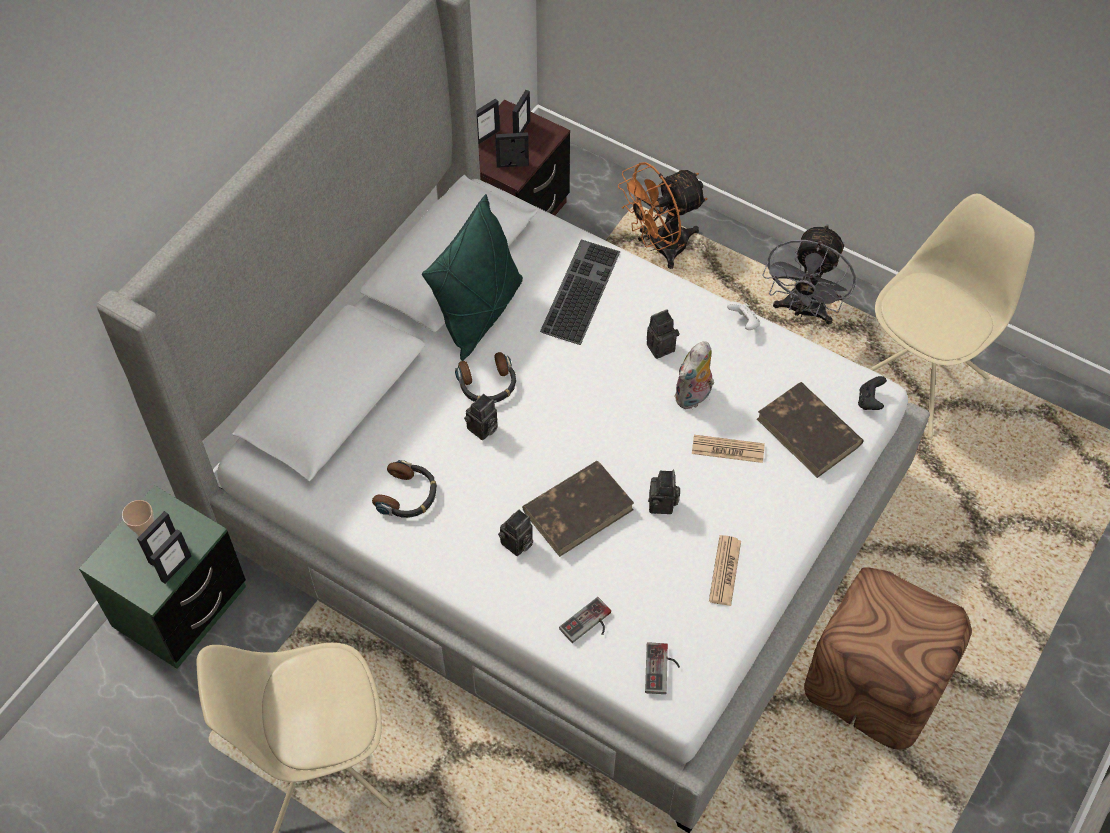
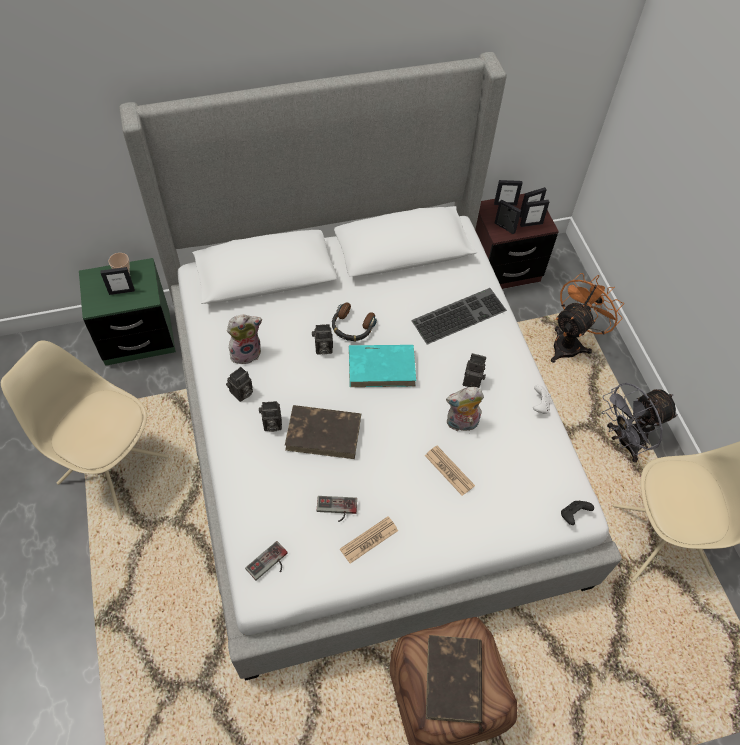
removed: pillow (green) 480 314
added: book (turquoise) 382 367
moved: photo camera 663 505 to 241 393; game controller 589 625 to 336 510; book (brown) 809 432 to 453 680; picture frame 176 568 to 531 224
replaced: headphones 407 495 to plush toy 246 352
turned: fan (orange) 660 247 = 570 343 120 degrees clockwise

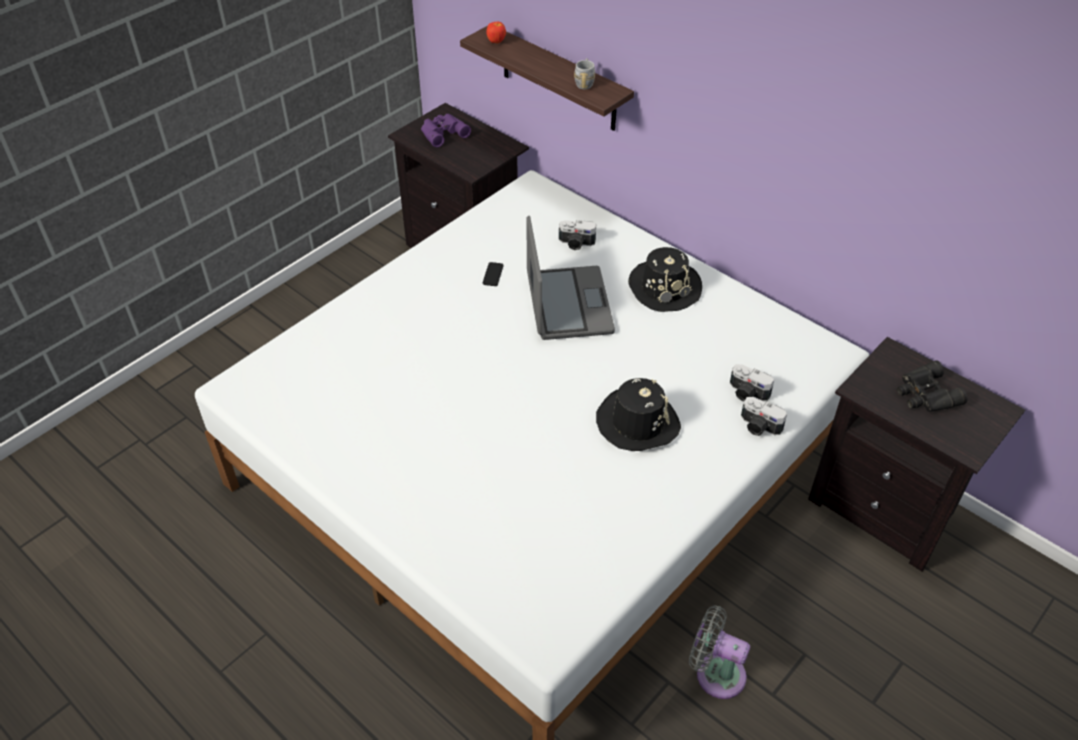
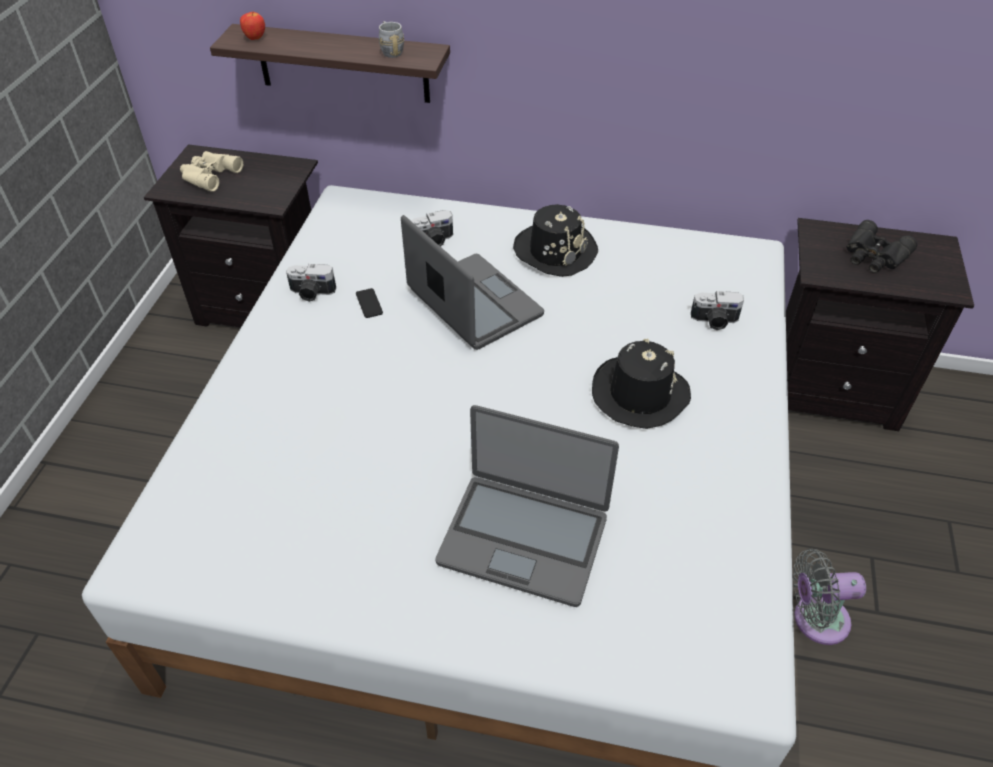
added: laptop 524 538
moved: photo camera 758 427 to 311 293
recoloured: binoculars (purple) 442 133 to binoculars (beige) 208 175

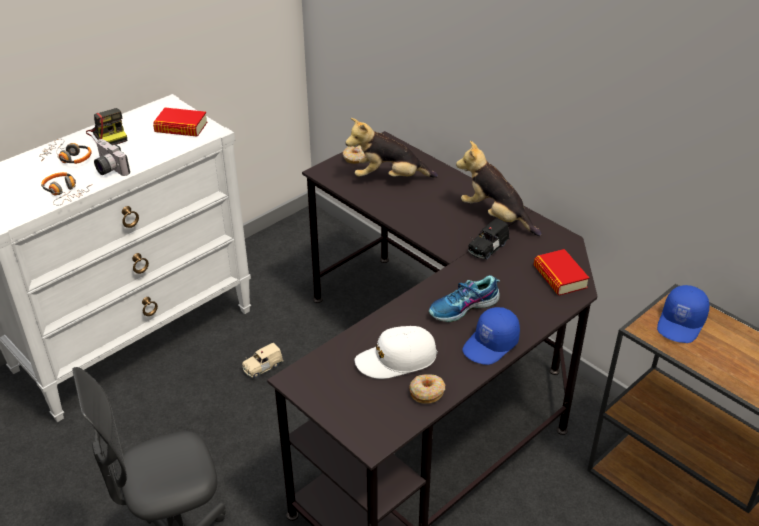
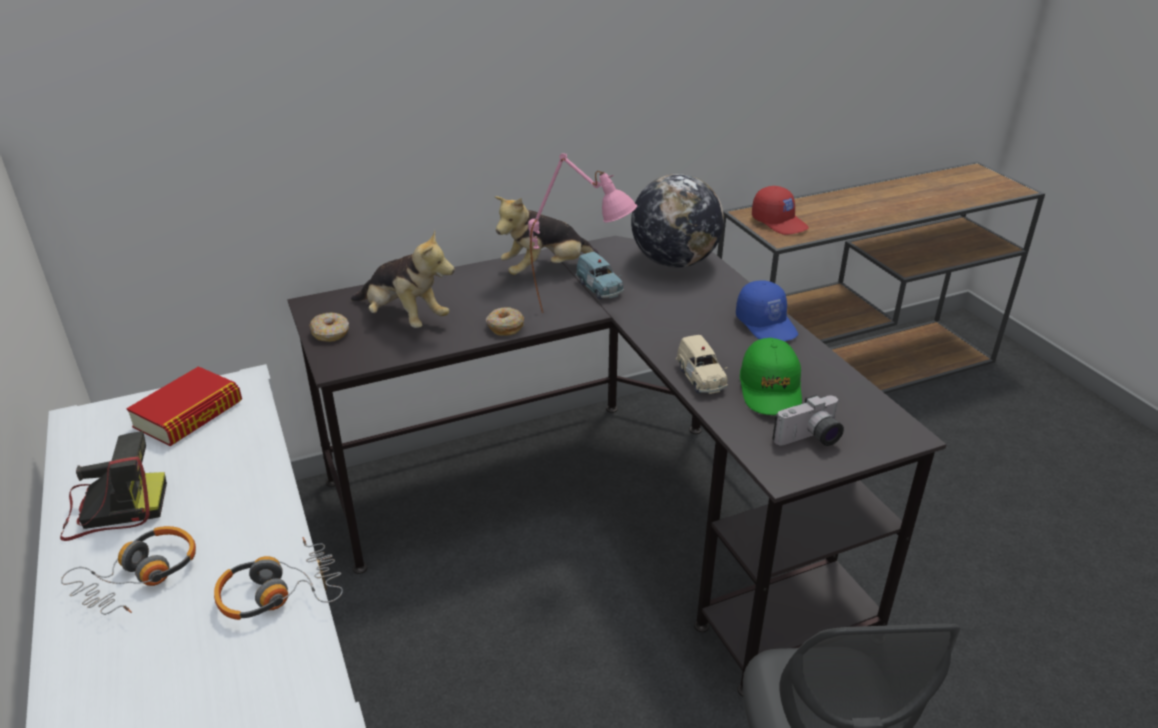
removed: shoe 464 308
added: table lamp (pink) 581 312
moved: donut 427 392 to 505 327; toy car (beige) 262 367 to 701 378; photo camera 108 169 to 810 439
replaced: book 559 277 to globe 674 262
recoloured: toy car (black) 487 248 to toy car (blue) 599 288; cap (white) 396 360 to cap (green) 770 389; cap (blue) 681 323 to cap (red) 780 222
turned: plush toy 389 178 = 404 318 75 degrees counterclockwise

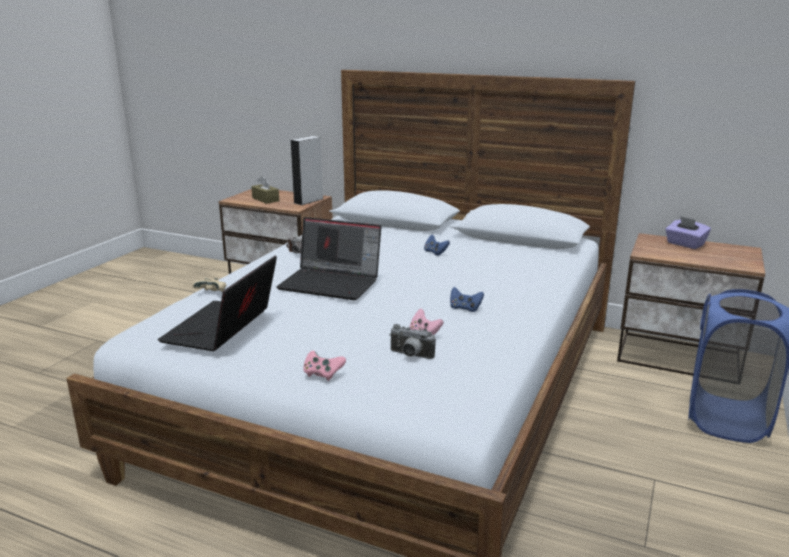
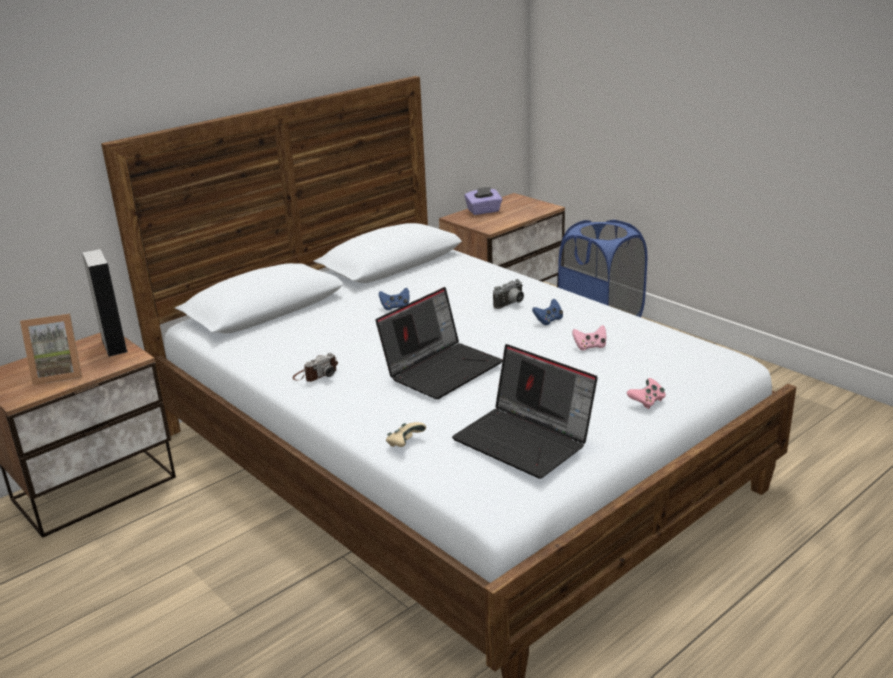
moved: photo camera 410 356 to 511 304
replaced: tissue box (brown) 265 199 to picture frame 58 374

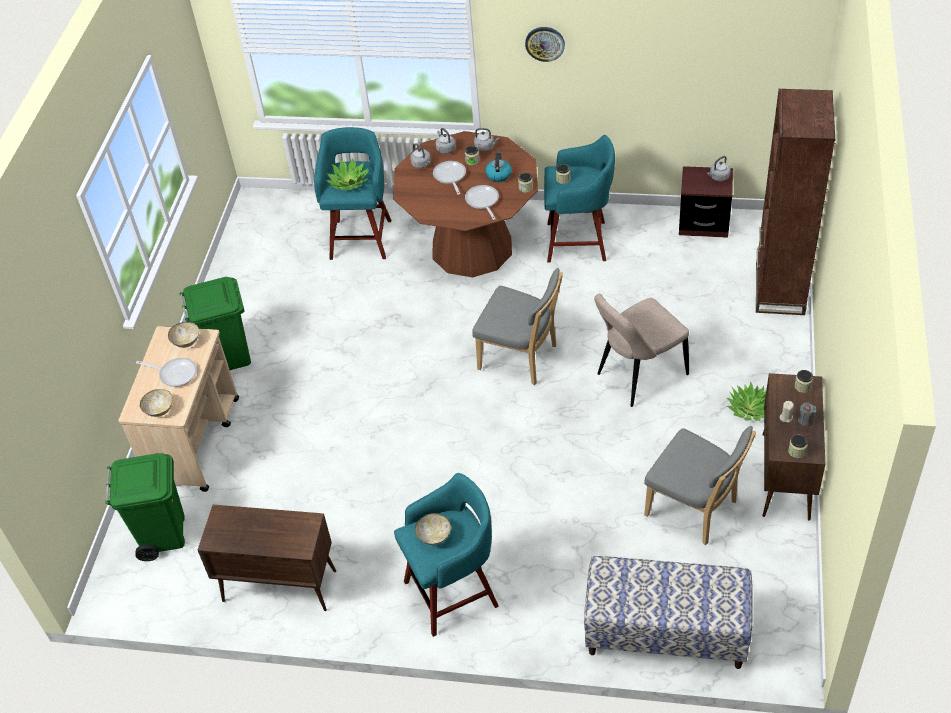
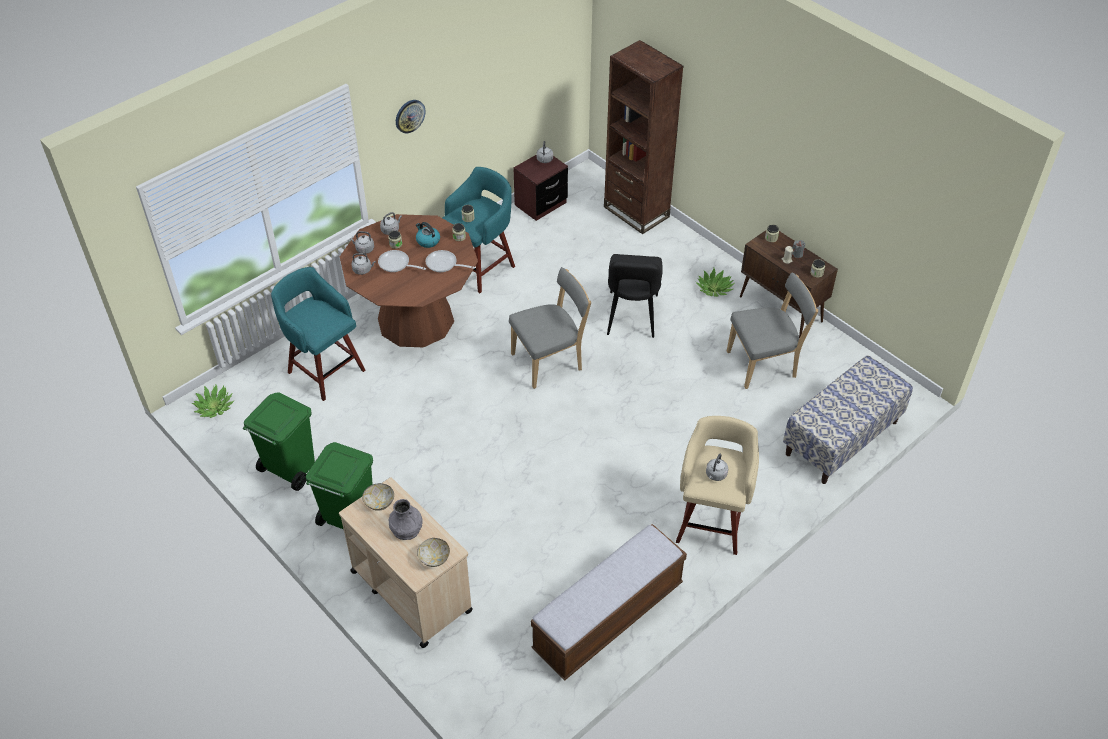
moved: potted plant 348 182 to 214 407; trash can (green) 163 534 to 289 469
replaced: frying pan 175 373 to vase (grey) 406 528; cabinet (brown) 278 586 to bench 608 617; bowl 434 537 to kettle (grey) 715 475
recoloured: chair (beige) 638 376 to chair (black) 631 317; stool (turquoise) 454 592 to stool (beige) 711 521

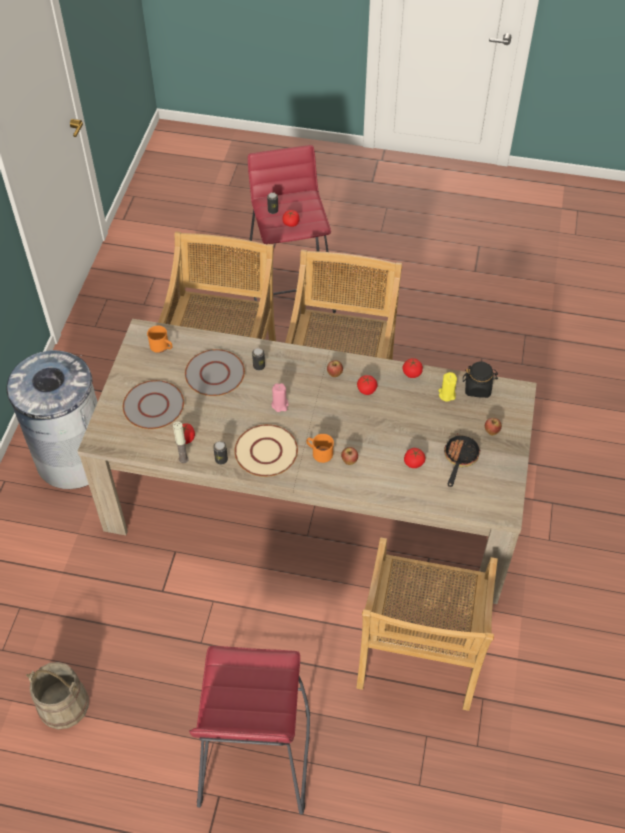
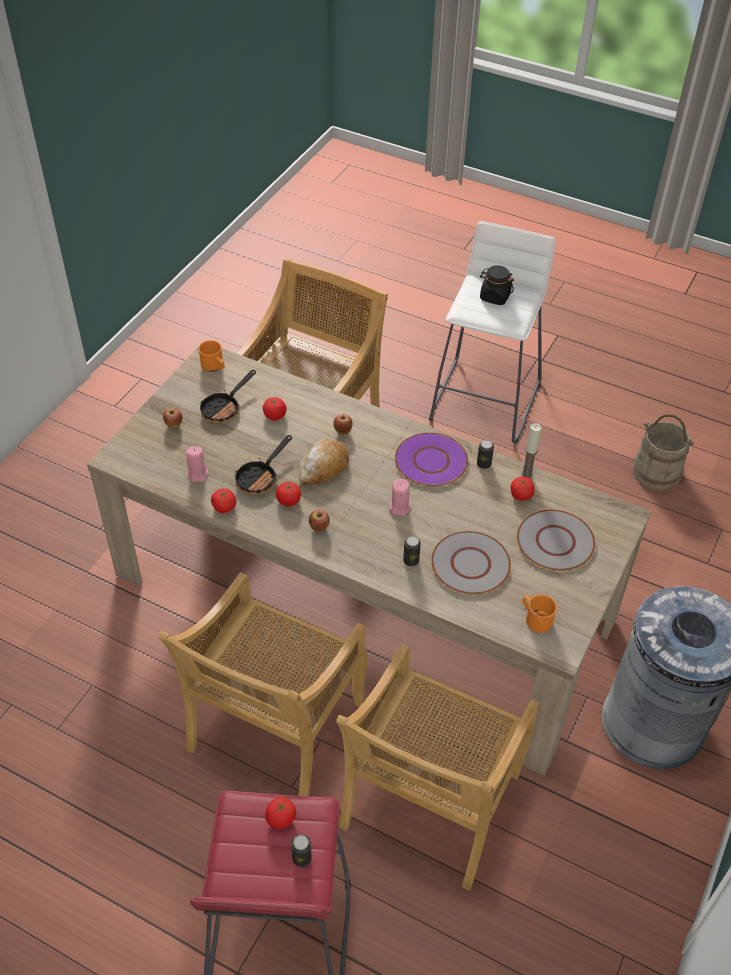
added: frying pan 261 477; bread 323 468
moved: mug (orange) 319 452 to 214 367; jar (black) 478 388 to 494 297
recoloured: candle (yellow) 446 394 to candle (pink) 198 474; plate (beige) 266 451 to plate (purple) 430 461; stool (red) 254 757 to stool (white) 486 400

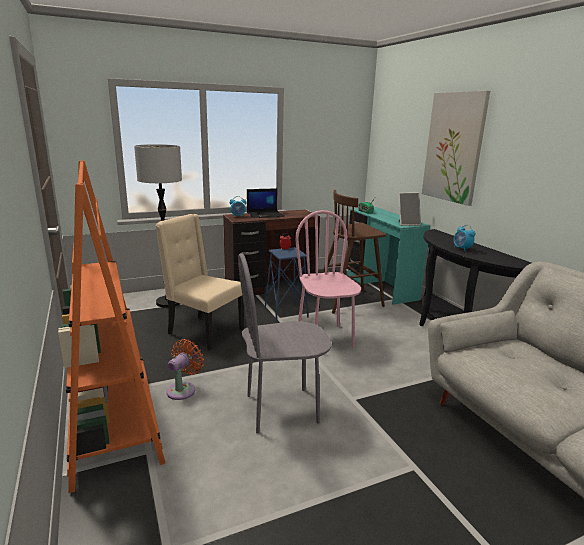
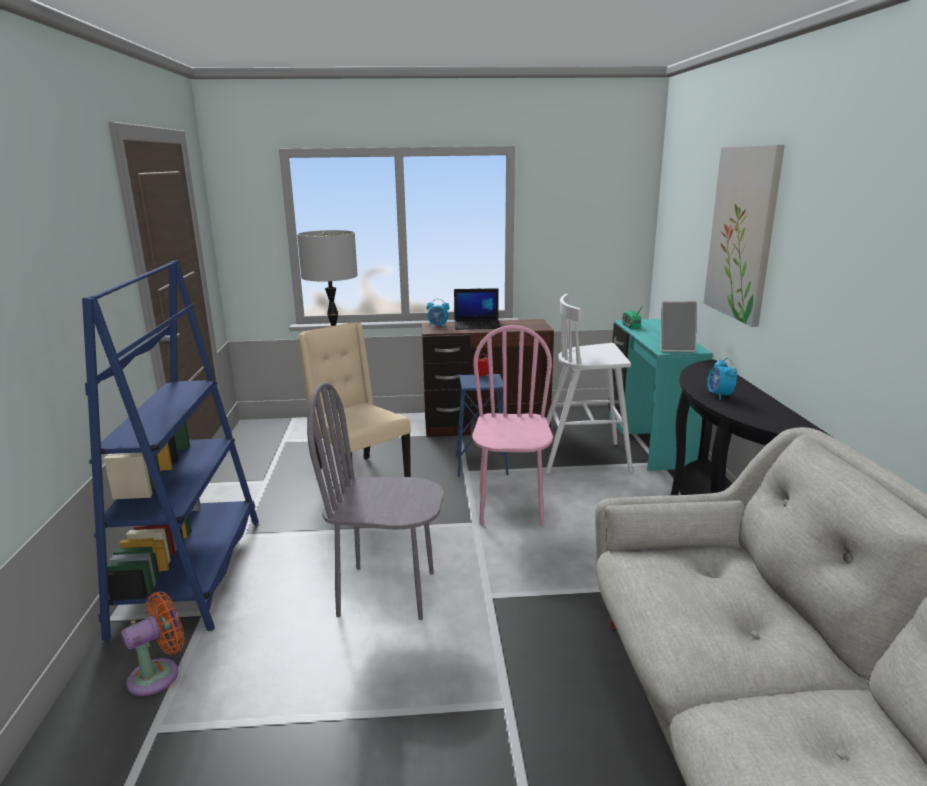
moved: fan (orange) 183 389 to 159 674
recoloured: bookcase (orange) 114 423 to bookcase (blue) 191 573; stool (brown) 349 301 to stool (white) 585 458

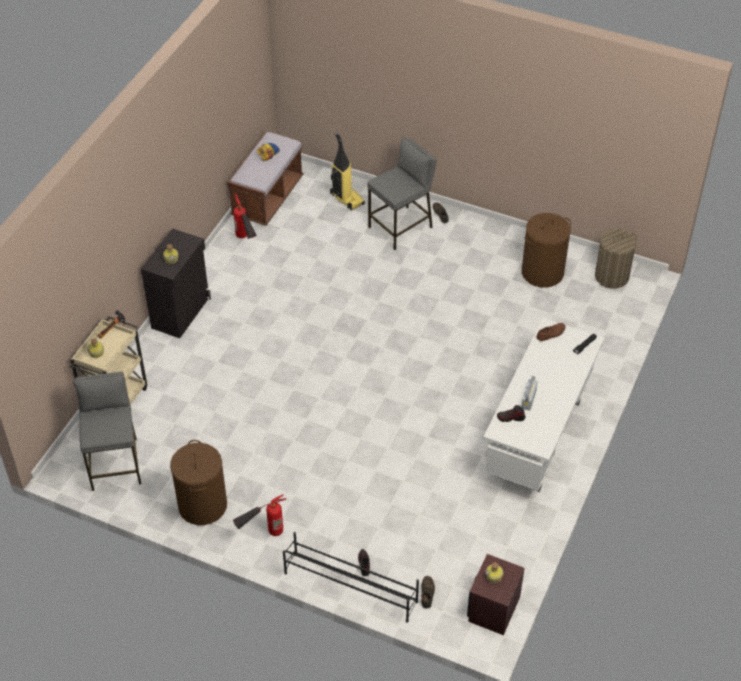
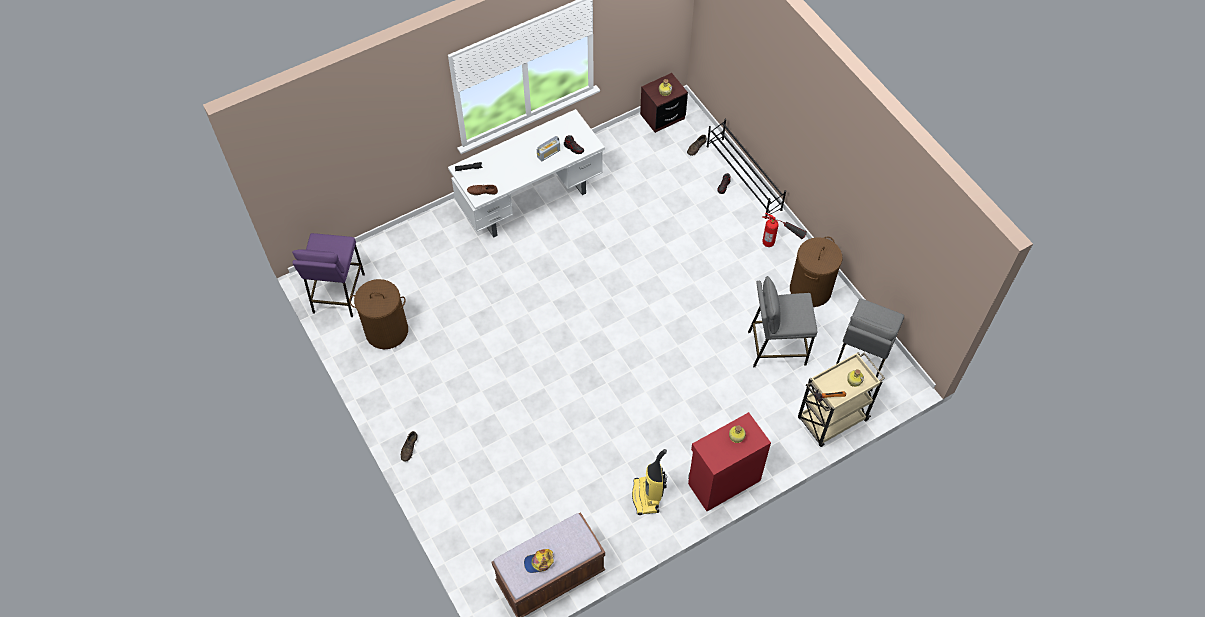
removed: fire extinguisher 246 241
moved: vacuum cleaner 346 199 to 647 497; stool (grey) 401 228 to 776 347
replaced: laundry basket 611 276 to stool (purple) 338 293
recoloured: cabinet (black) 181 312 to cabinet (red) 723 481

